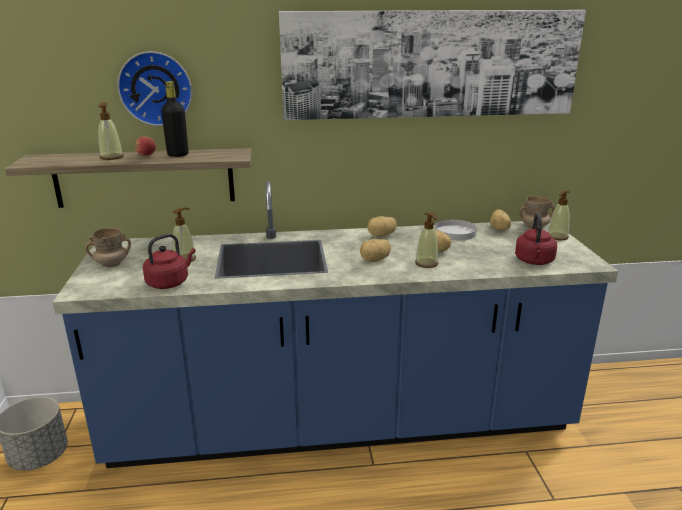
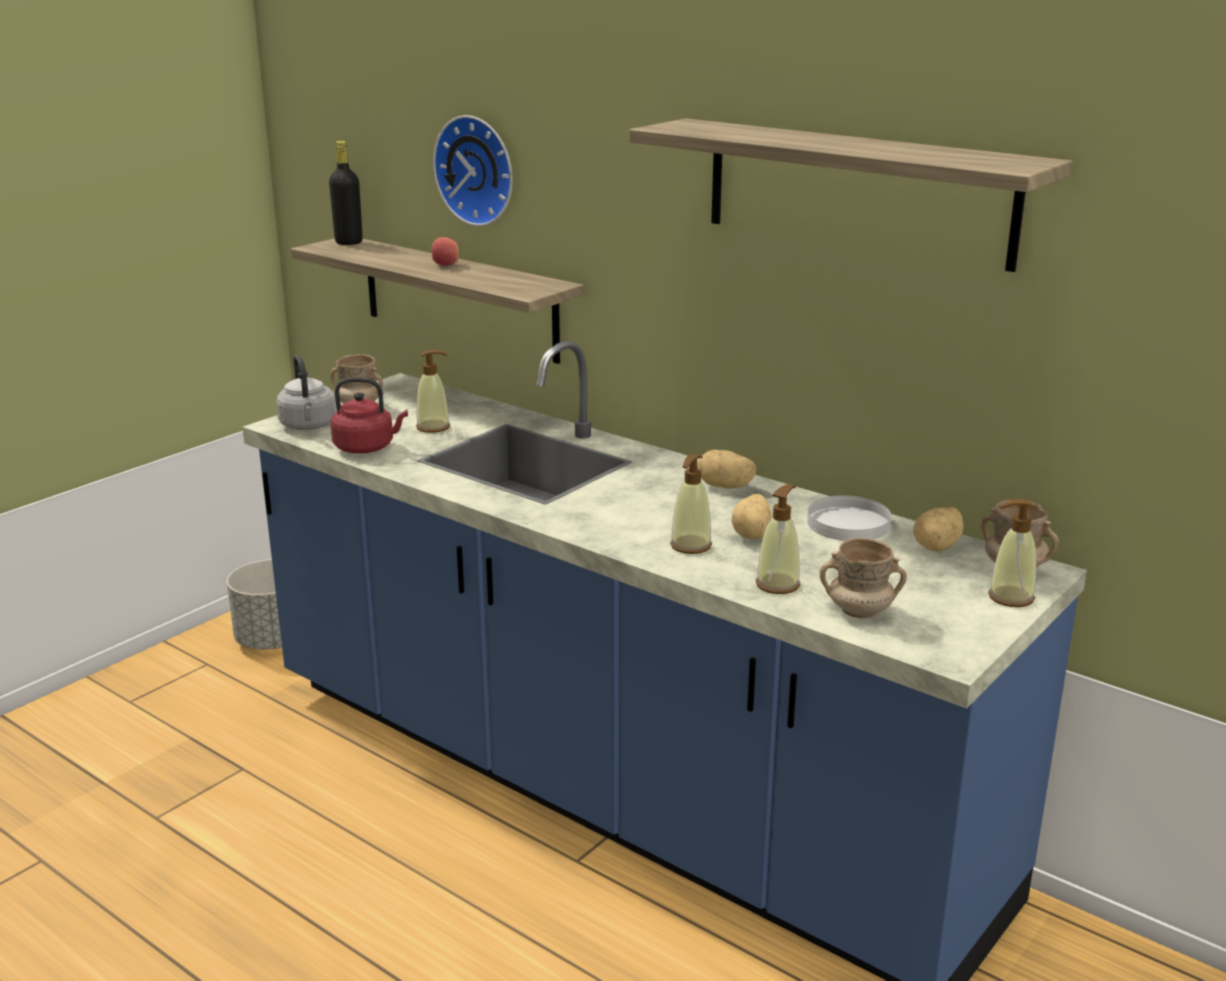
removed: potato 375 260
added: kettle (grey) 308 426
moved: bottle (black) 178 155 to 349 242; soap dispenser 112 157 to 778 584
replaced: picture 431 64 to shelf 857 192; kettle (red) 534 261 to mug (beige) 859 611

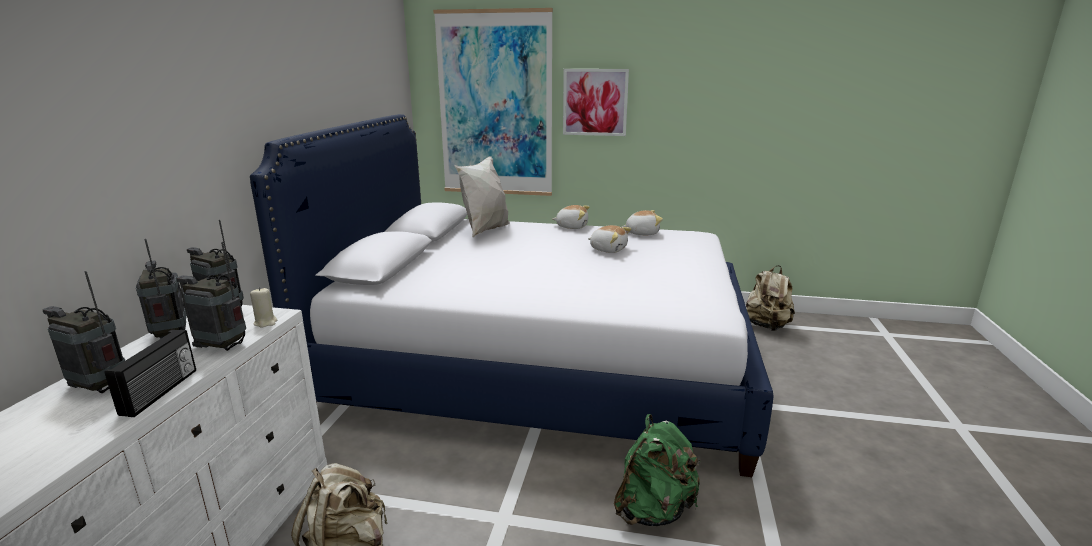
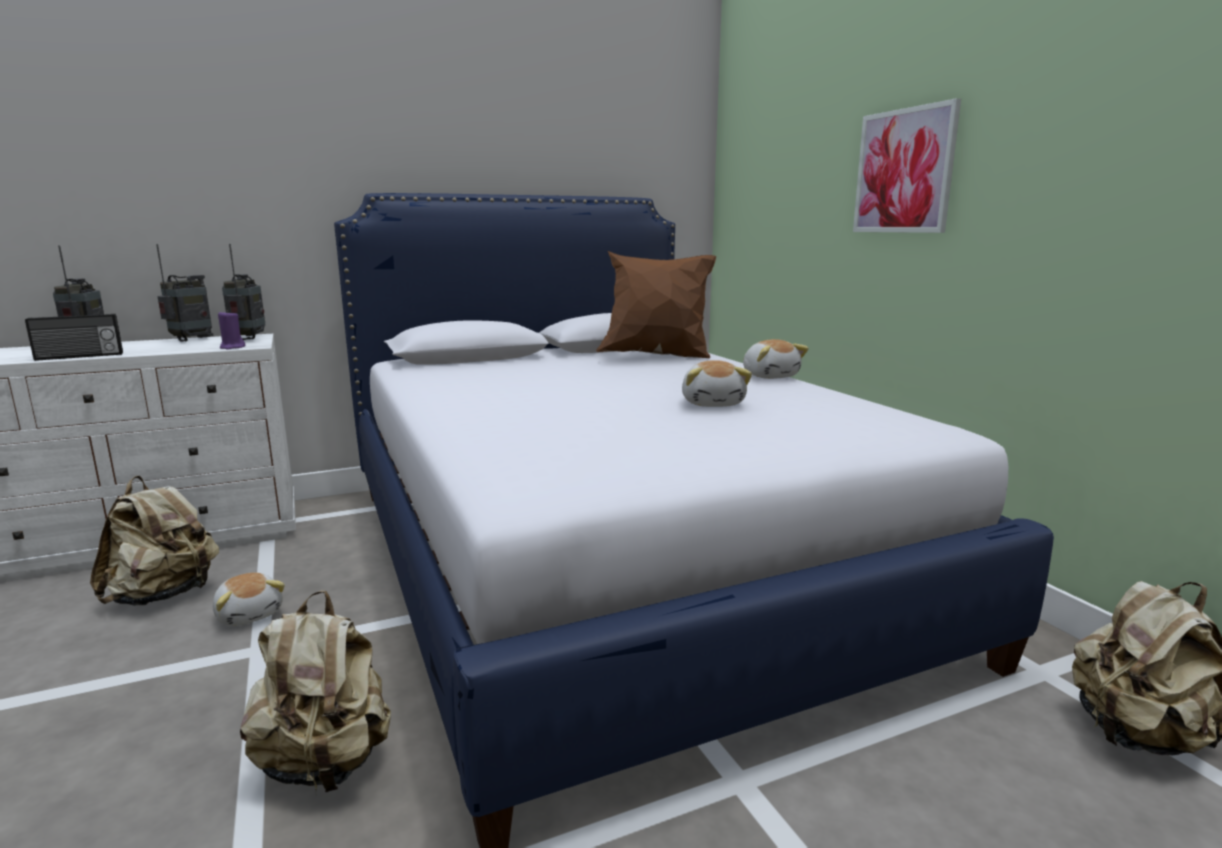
removed: radio 223 347; picture 495 105
moved: plush toy 642 233 to 250 614
recoloured: candle (beige) 266 322 to candle (purple) 232 347; backpack (green) 653 510 to backpack (beige) 326 763; pillow (white) 485 231 to pillow (brown) 657 357

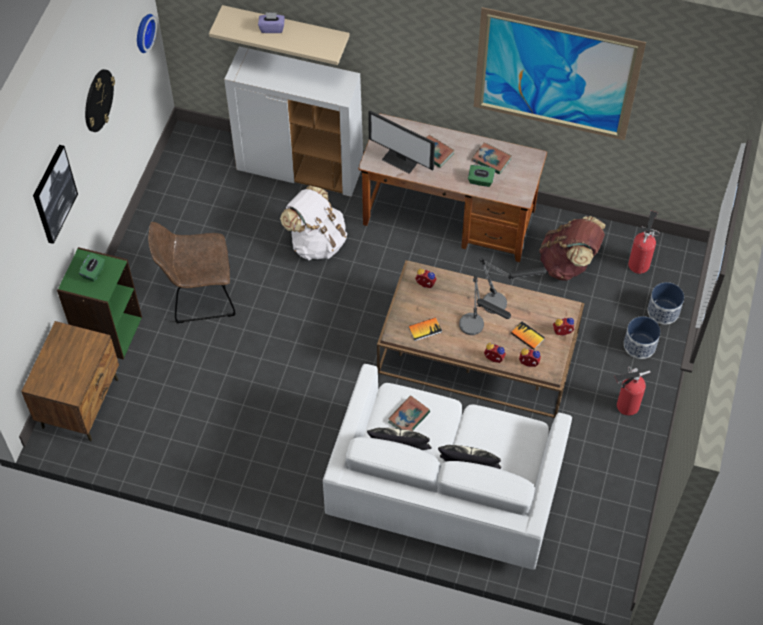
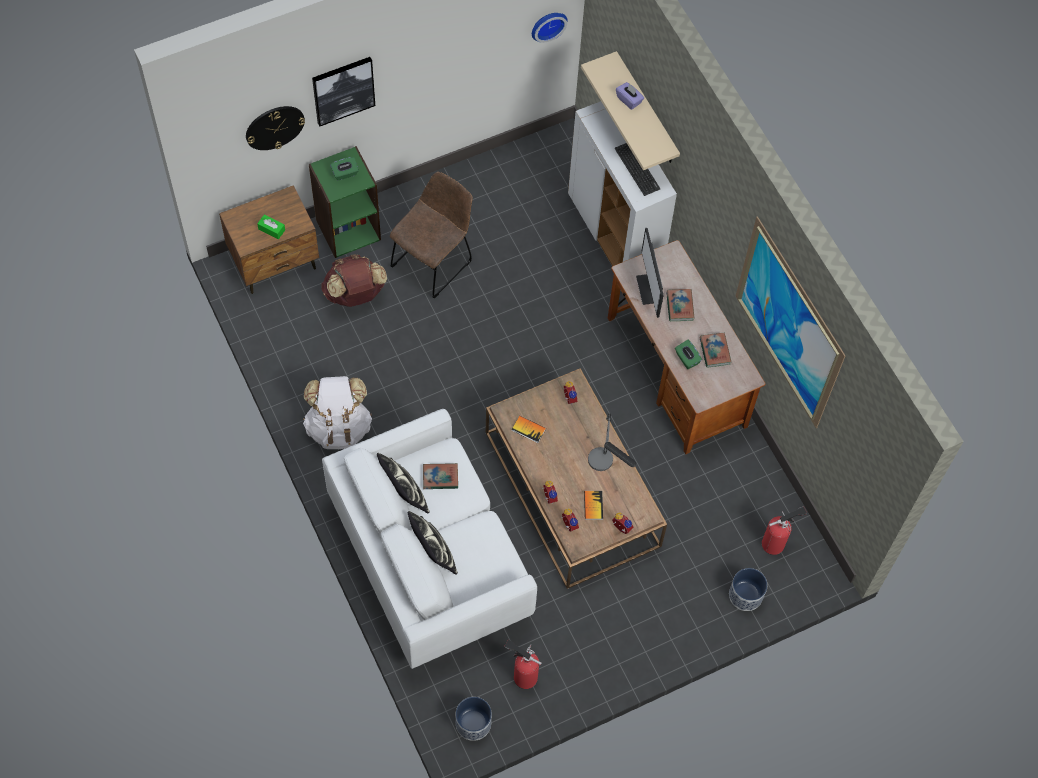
removed: table lamp 477 329
added: tissue box (green) 271 229; keyboard 637 169
moved: wall clock 98 100 to 274 127; backpack (white) 317 242 to 339 427; backpack (brown) 568 264 to 355 294; planter 639 345 to 473 723; fire extinguisher 625 406 to 523 676
turned: chair (brown) 198 296 = 434 261 90 degrees clockwise

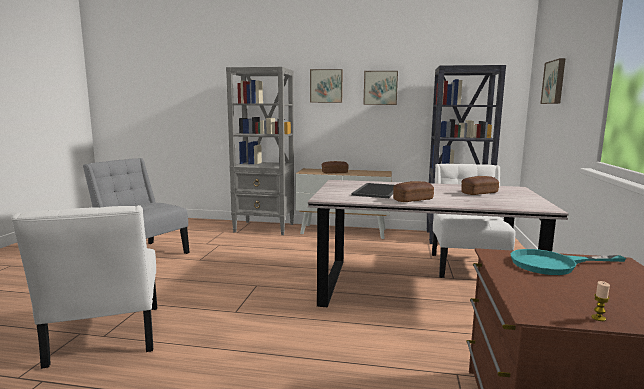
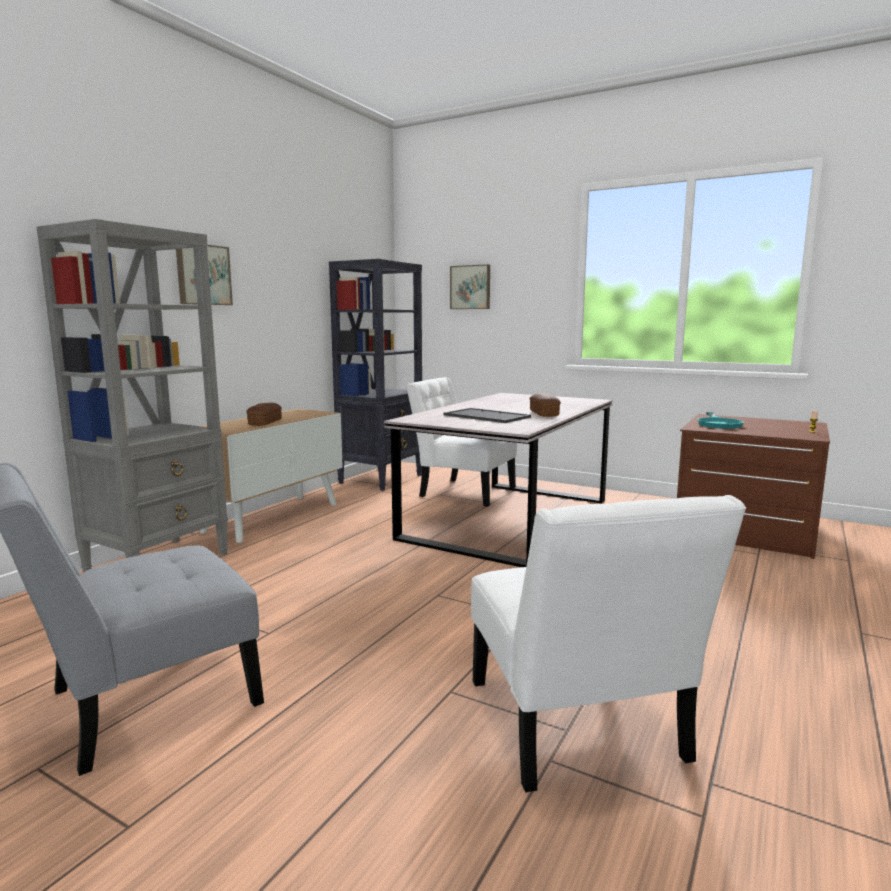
removed: picture 380 88; bread 479 193
turned: chair (white) 105 338 = 577 728 75 degrees clockwise

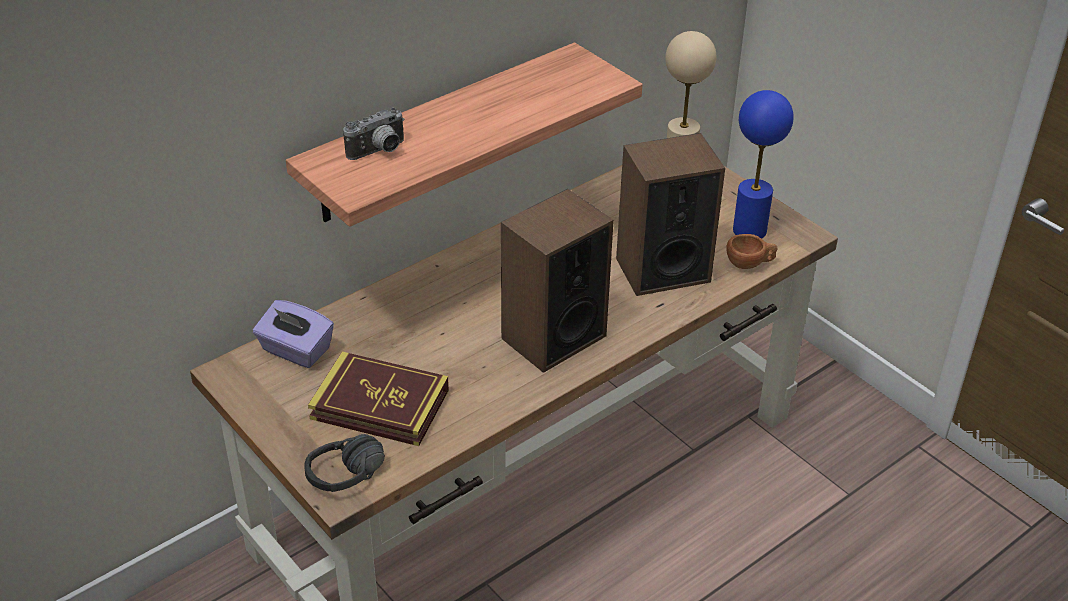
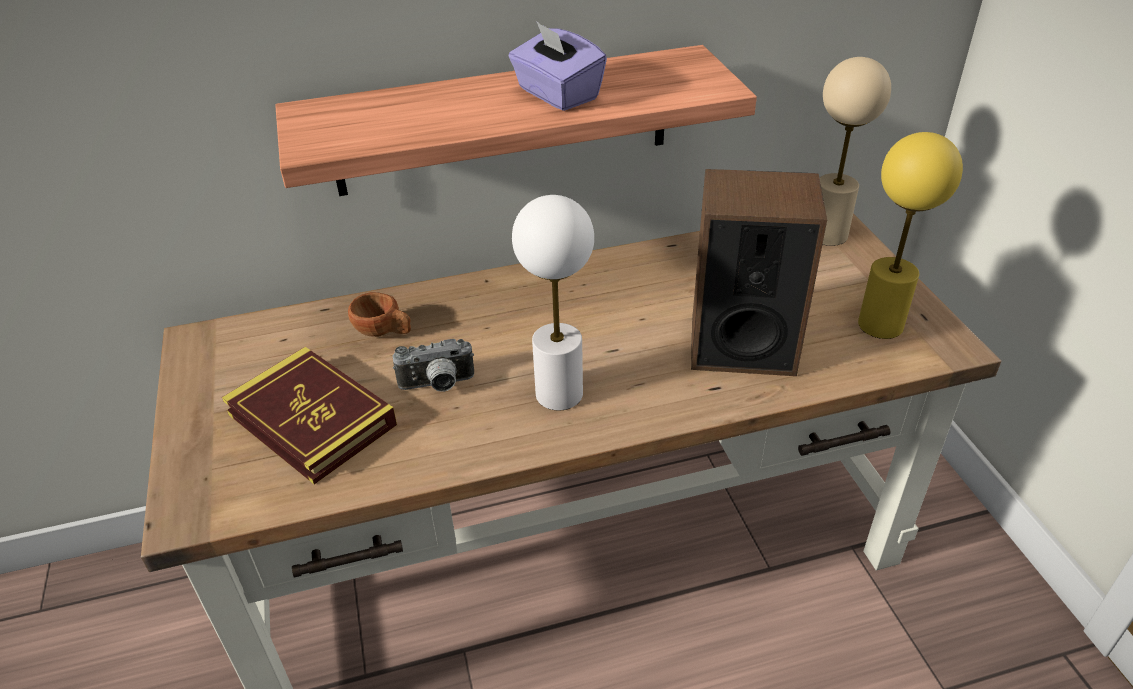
removed: headphones (black) 352 482
moved: cup (brown) 750 264 to 384 332; photo camera 379 152 to 437 386; tissue box (purple) 295 351 to 557 94
replaced: speaker 553 337 to table lamp (white) 559 393
recoloured: table lamp (blue) 749 230 to table lamp (yellow) 879 325

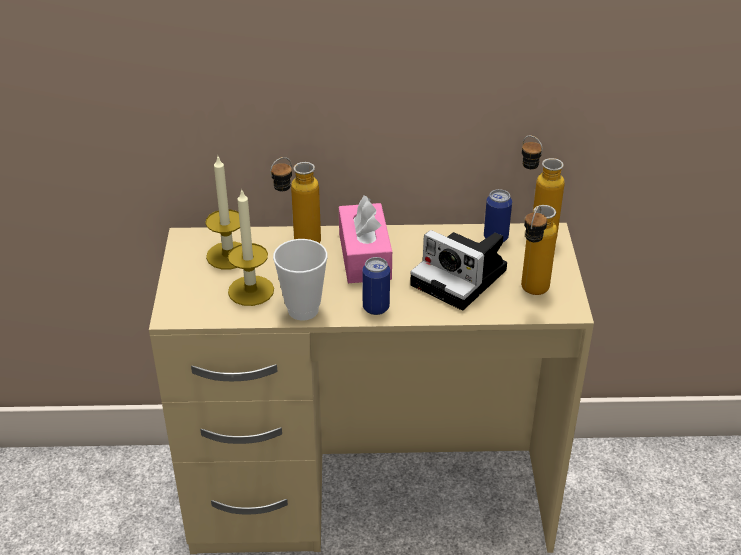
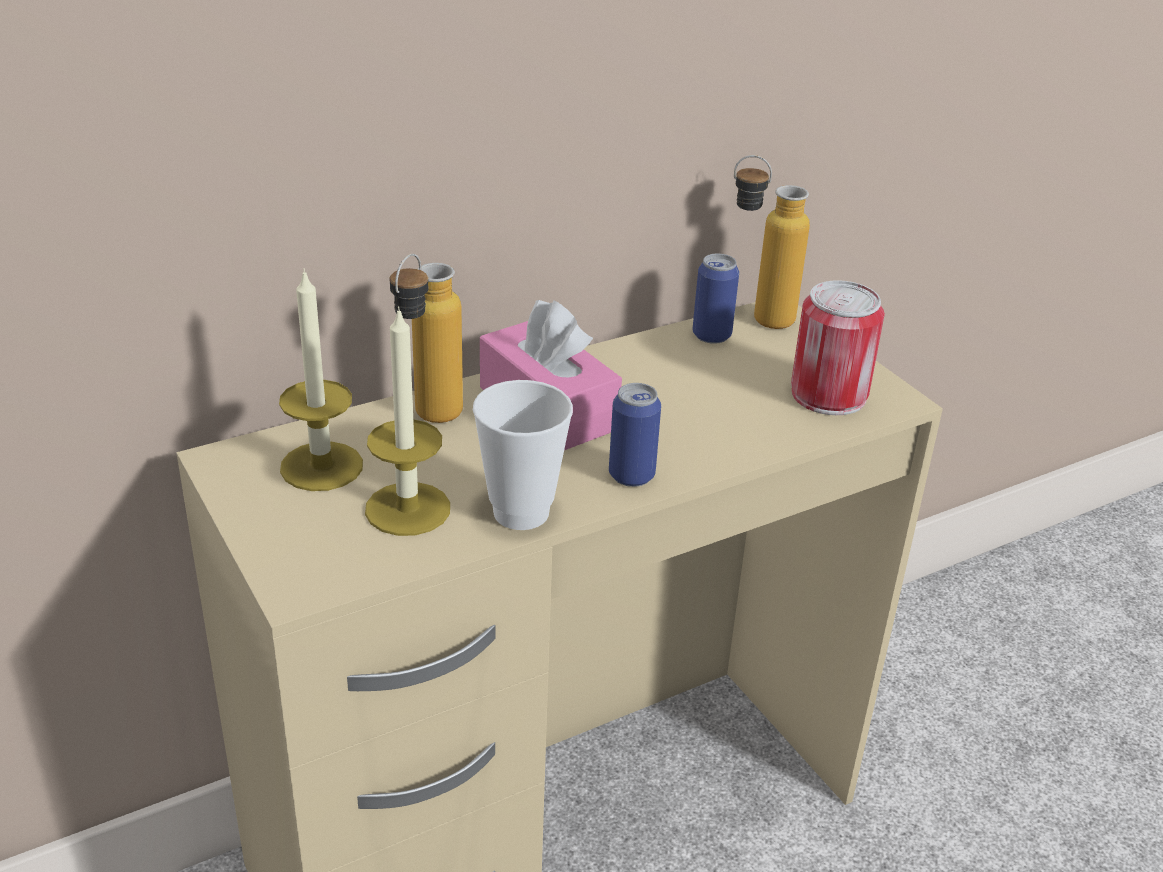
removed: photo camera 462 278
replaced: bottle 530 294 to can 828 394

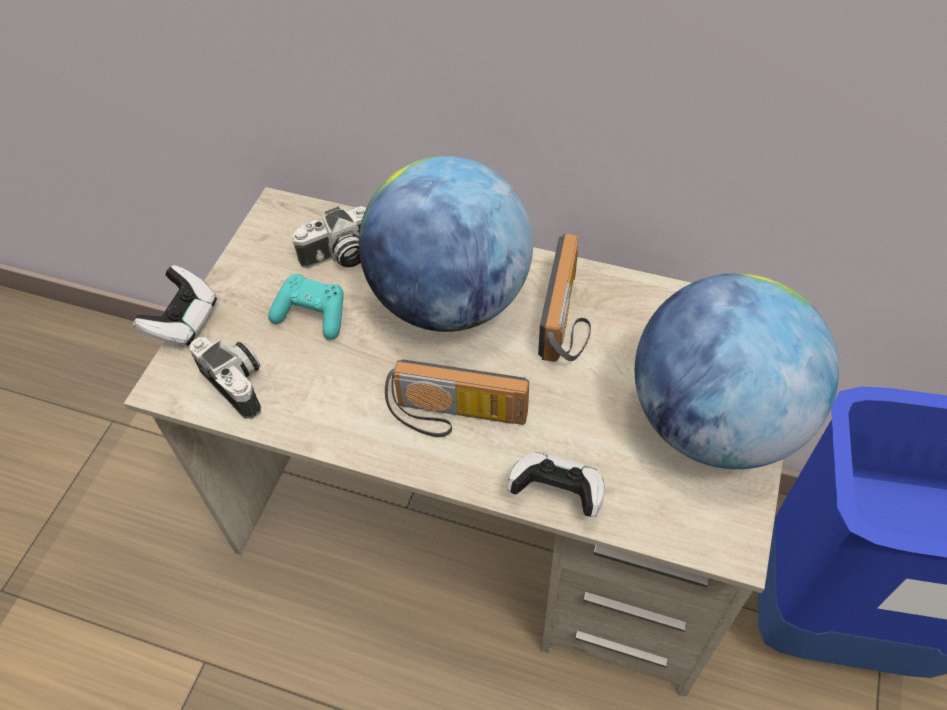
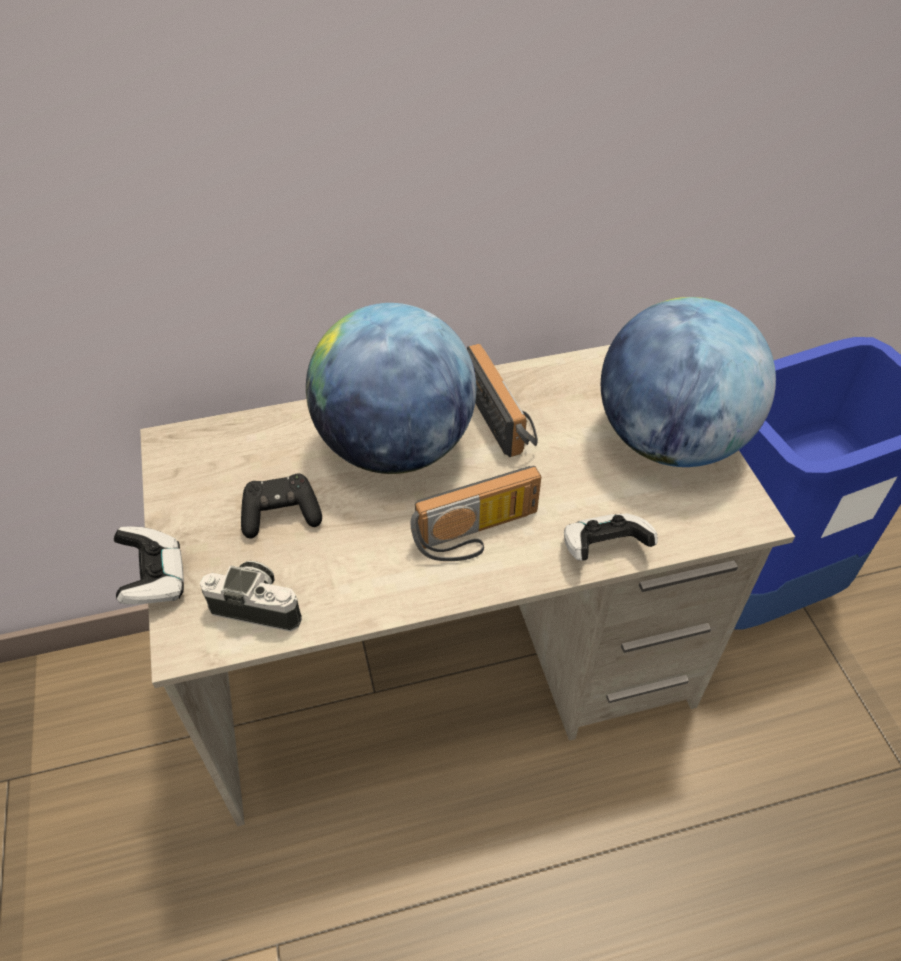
removed: photo camera 340 256
recoloured: game controller (turquoise) 312 315 to game controller (black) 281 514

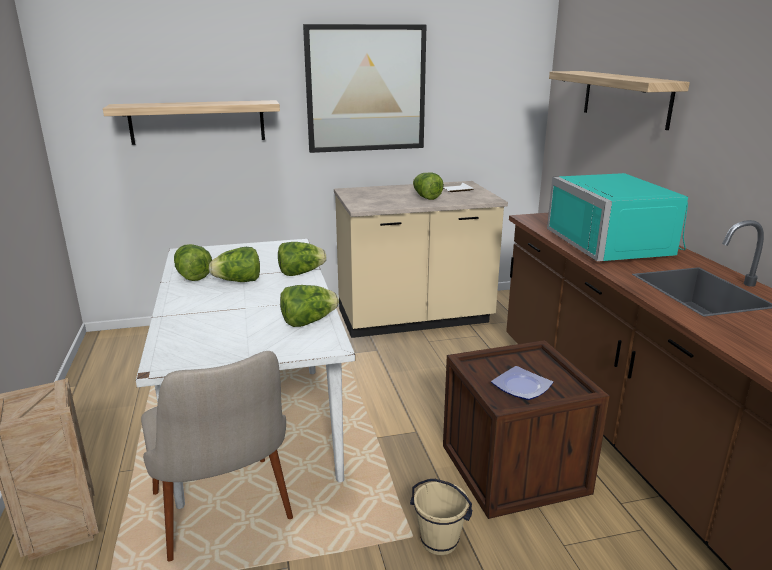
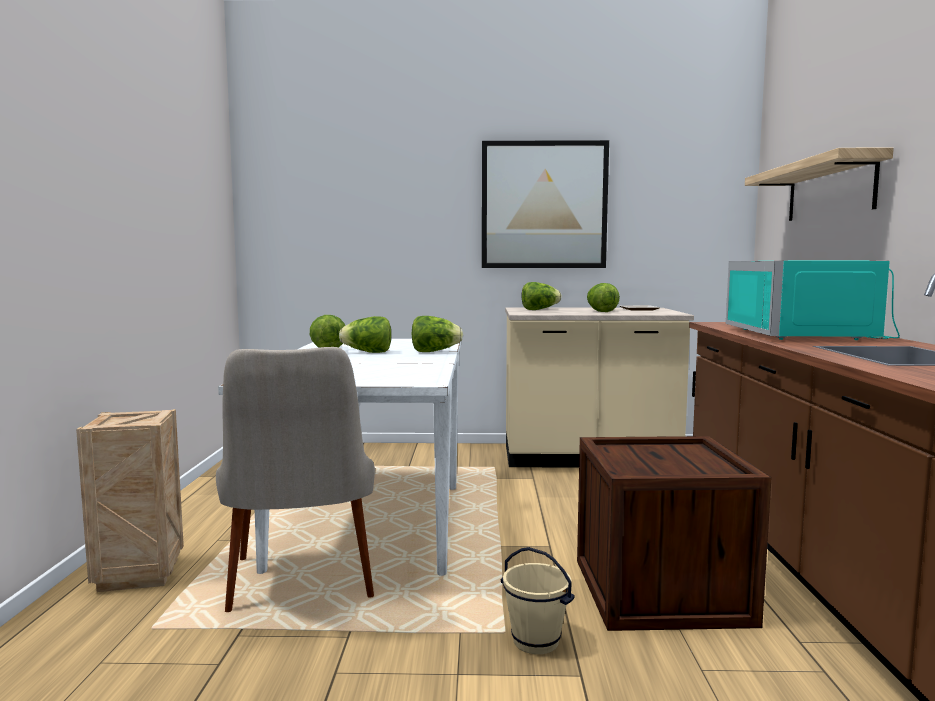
removed: shelf 197 122; plate 521 386
moved: lettuce 308 322 to 539 309

